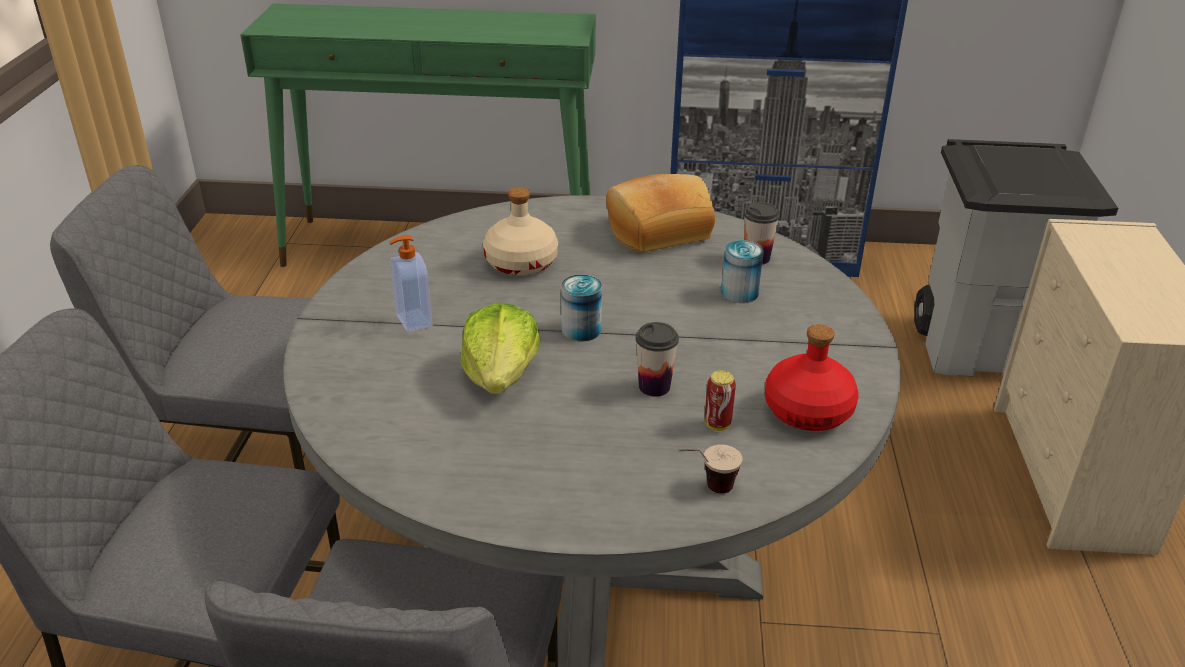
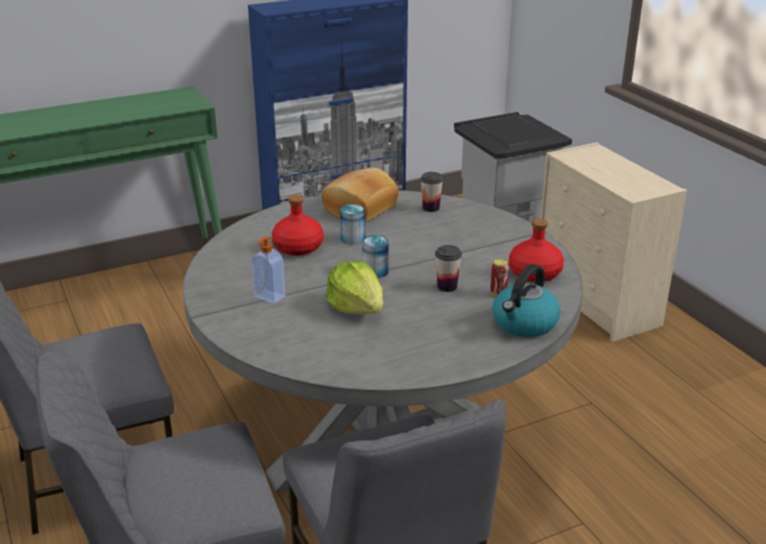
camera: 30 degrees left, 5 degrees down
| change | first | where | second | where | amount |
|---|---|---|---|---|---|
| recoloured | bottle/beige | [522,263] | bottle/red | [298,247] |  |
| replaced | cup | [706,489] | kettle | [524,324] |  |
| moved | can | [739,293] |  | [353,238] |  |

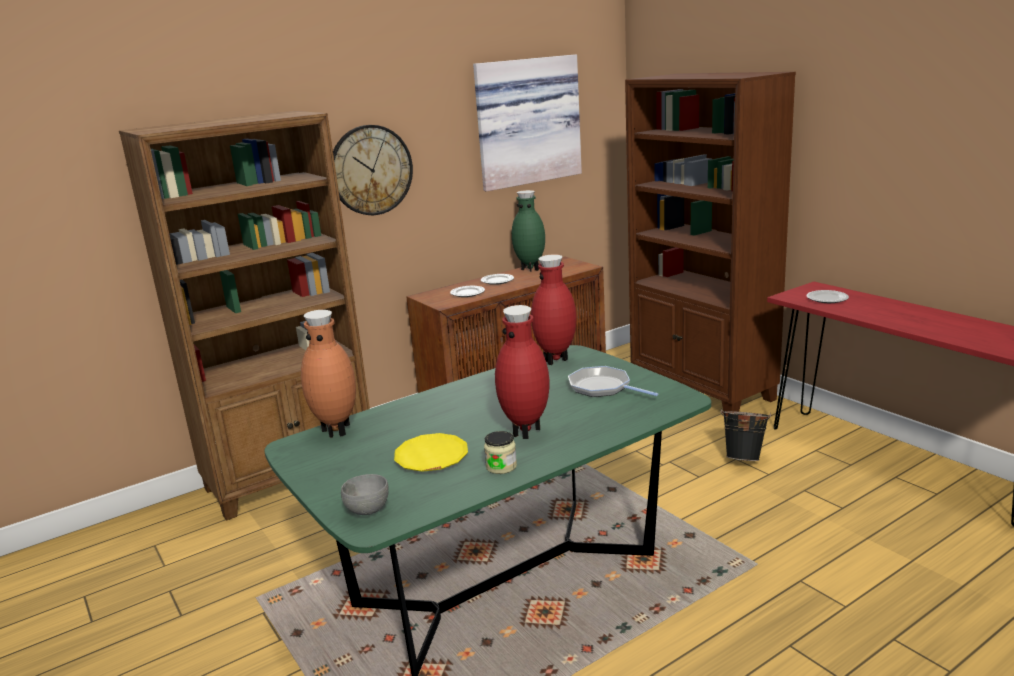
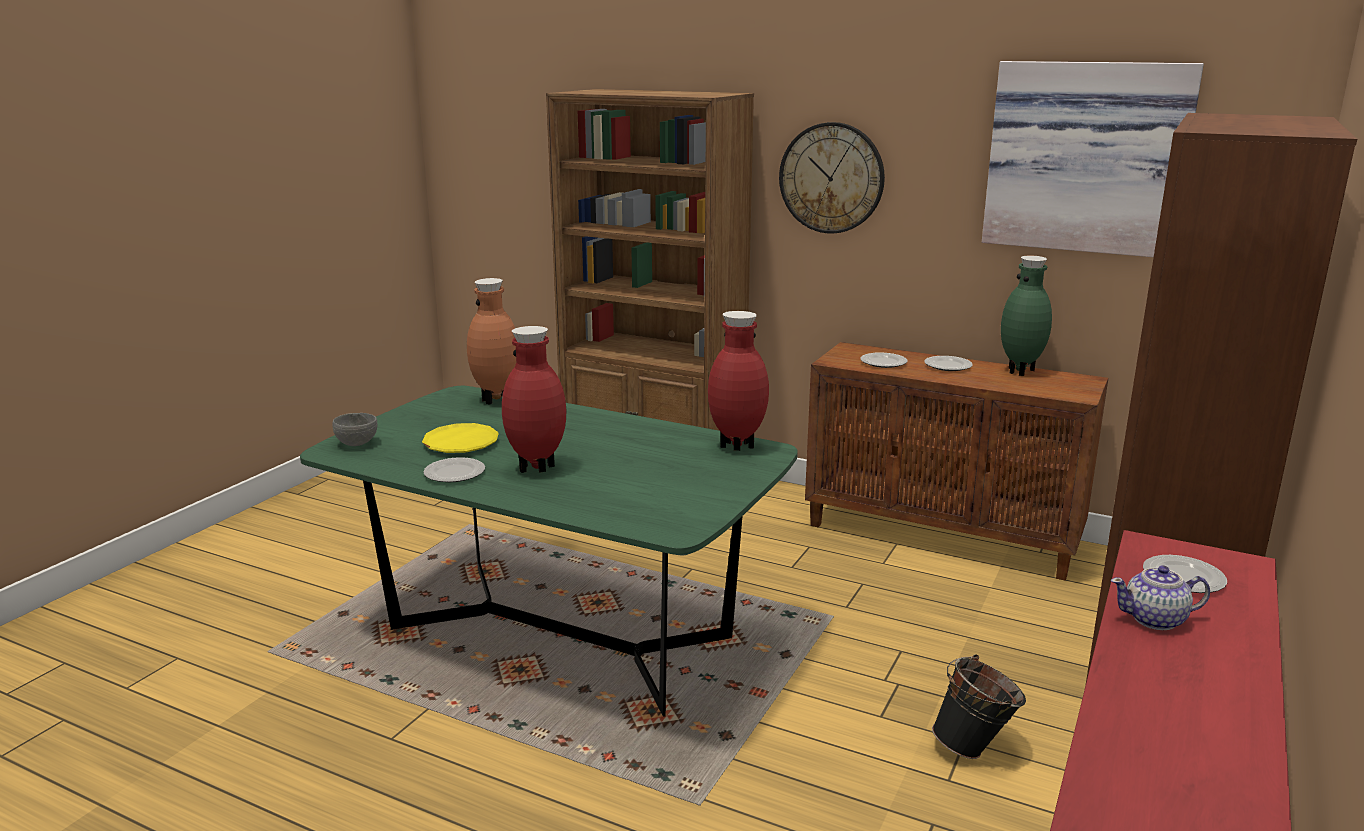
camera: 60 degrees right, 0 degrees up
| change | first | where | second | where | amount |
|---|---|---|---|---|---|
| replaced | jar | [501,466] | plate | [455,473] |  |
| removed | frying pan | [602,387] |  |  |  |
| added |  |  | teapot | [1155,619] |  |

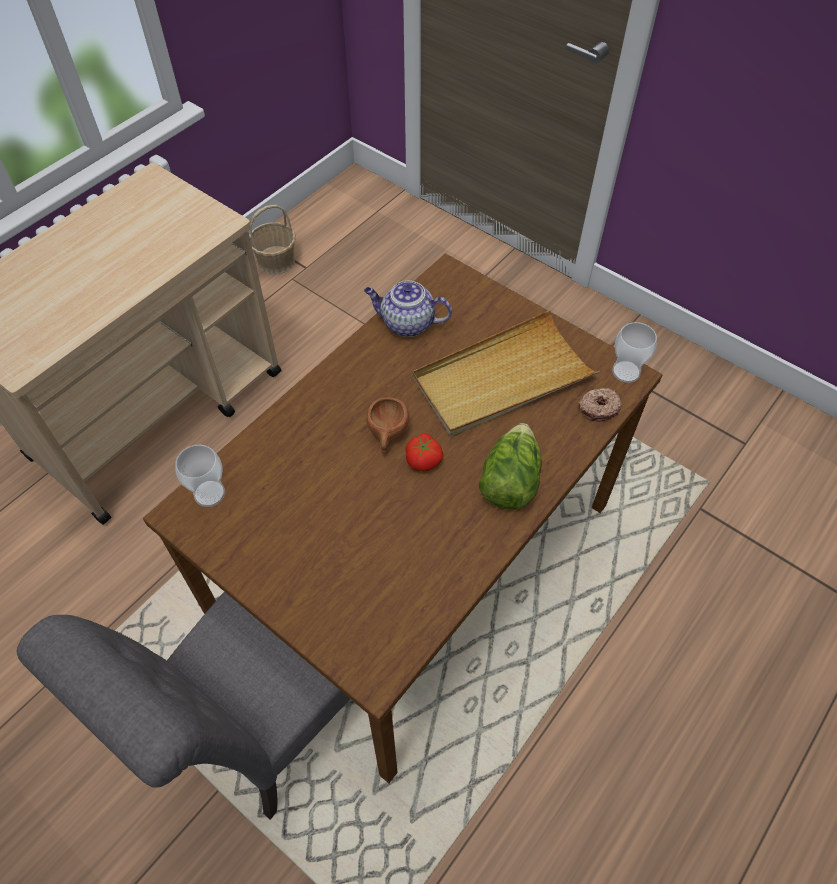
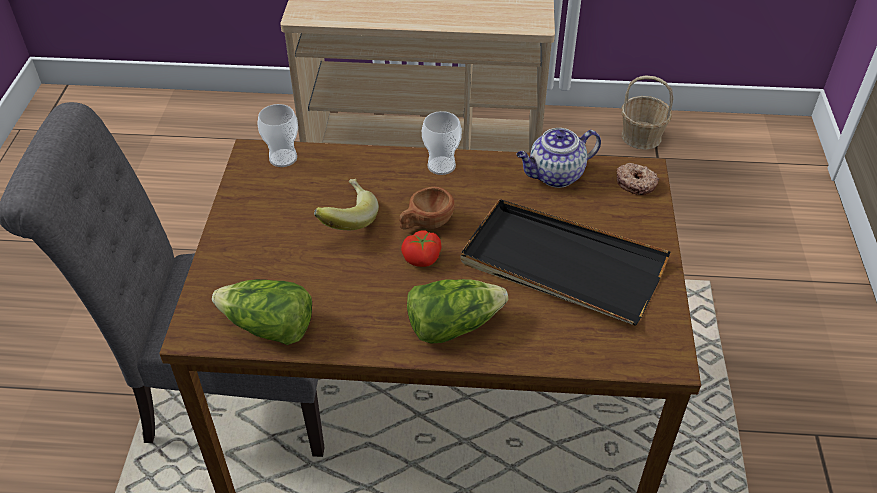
camera: 55 degrees right, 10 degrees down
| change | first | where | second | where | amount |
|---|---|---|---|---|---|
| turned | teapot | [407,324] |  | [555,176] | 90 degrees counterclockwise |
| recoloured | tray/beige | [502,378] | tray/black | [561,265] |  |
| moved | donut | [598,408] |  | [635,183] |  |
| moved | cup | [626,372] |  | [441,165] |  |
| added |  |  | lettuce | [269,327] |  |
| added |  |  | banana | [345,218] |  |

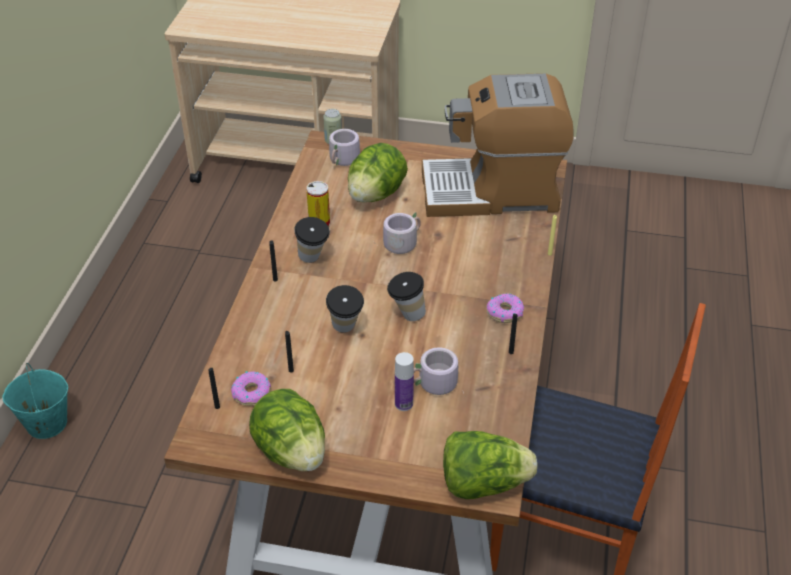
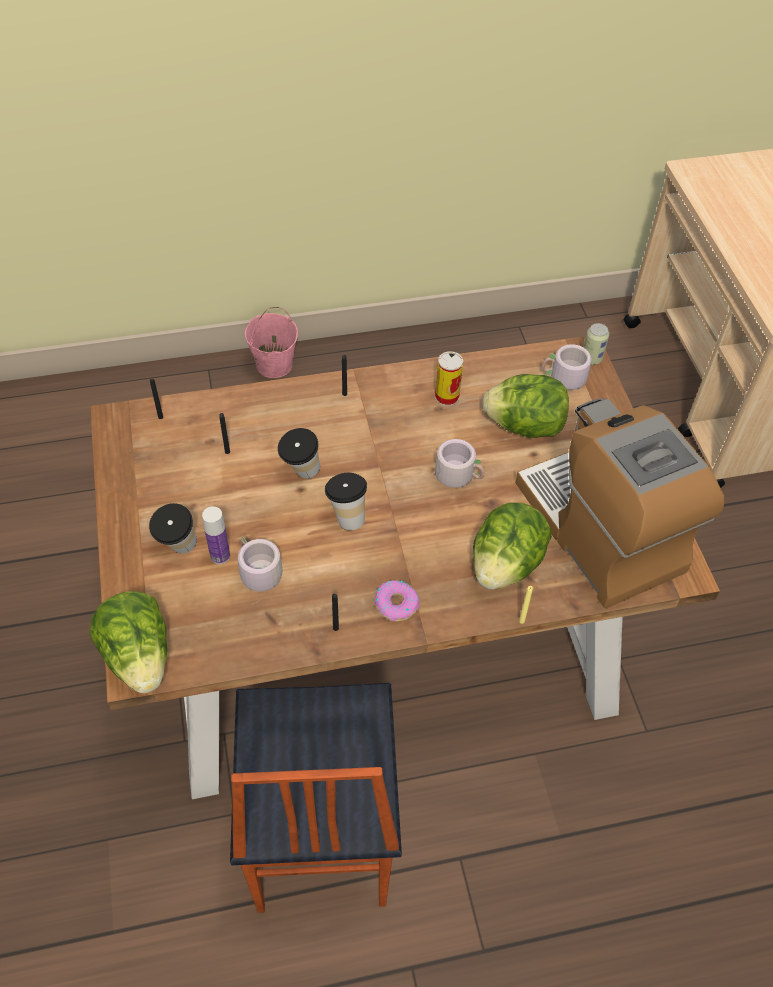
camera: 65 degrees right, 10 degrees up
| change | first | where | second | where | amount |
|---|---|---|---|---|---|
| recoloured | bucket/turquoise | [46,424] | bucket/pink | [273,364] |  |
| removed | donut | [252,393] |  |  |  |
| moved | lettuce | [291,451] |  | [506,564] |  |
| moved | cup | [313,260] |  | [178,550] |  |

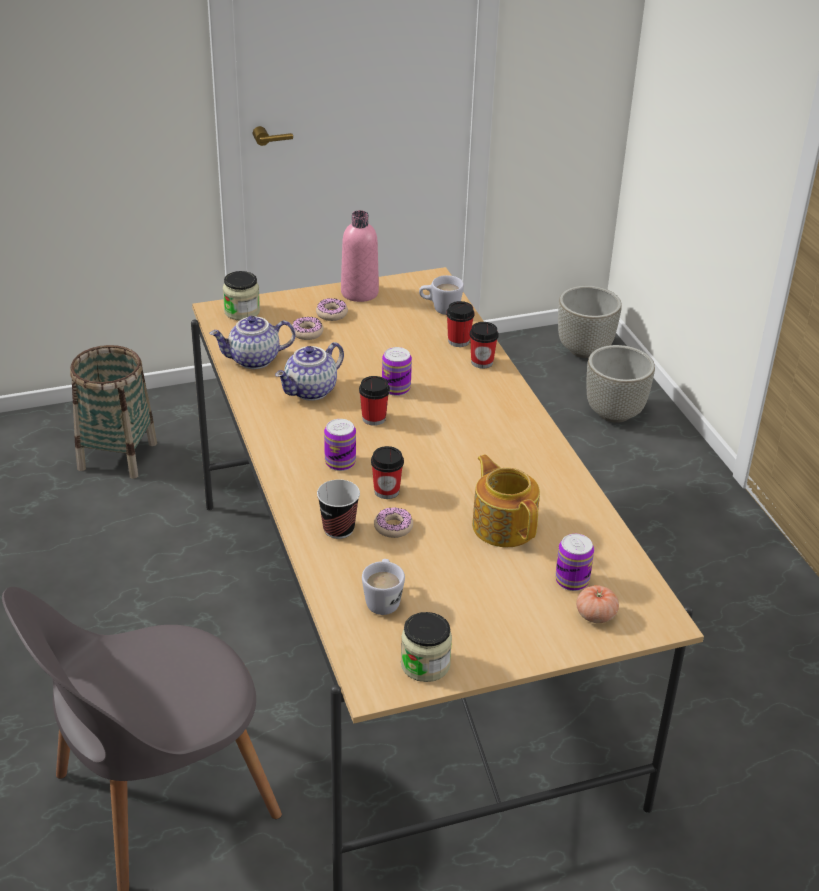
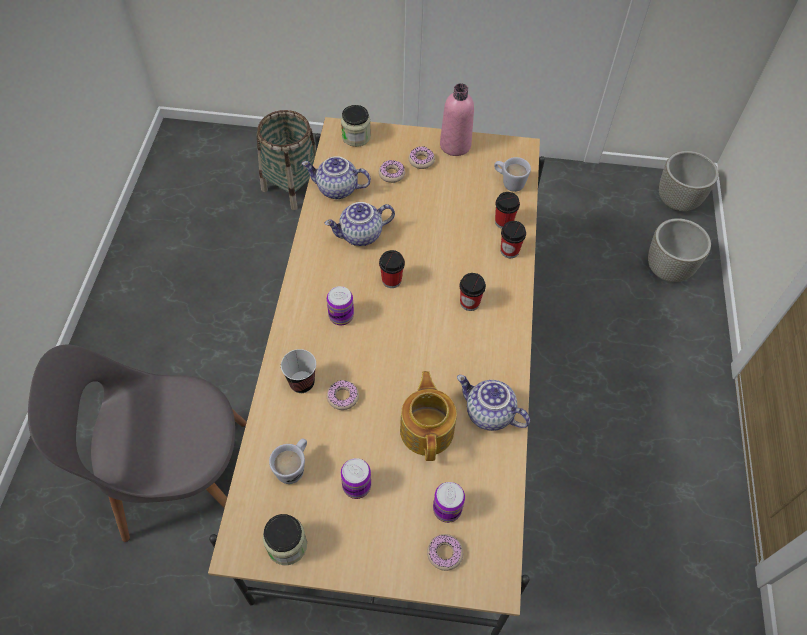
camera: 25 degrees right, 20 degrees up
| change | first | where | second | where | amount |
|---|---|---|---|---|---|
| moved | cup | [386,491] |  | [469,302] |  |
| moved | can | [396,388] |  | [356,486] |  |
| replaced | tomato | [595,615] | donut | [444,553] |  |
| added |  |  | teapot | [488,414] |  |

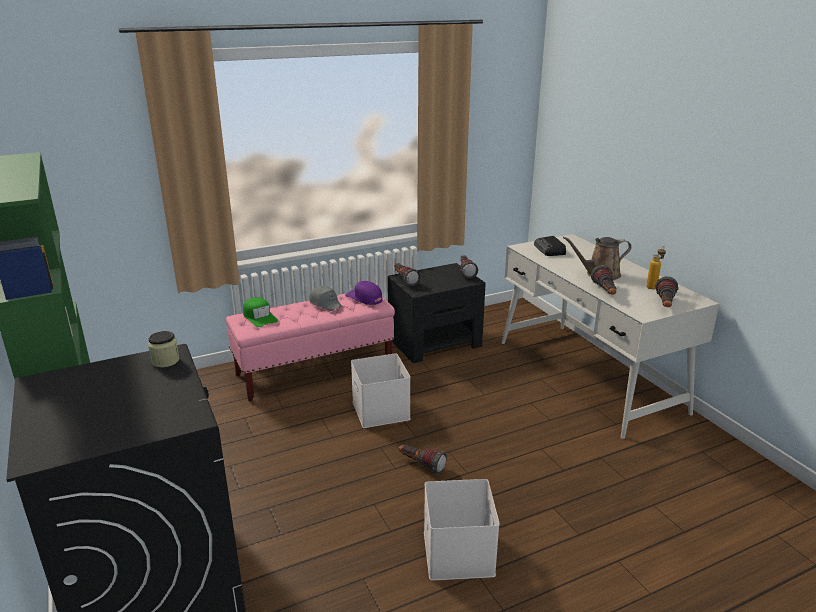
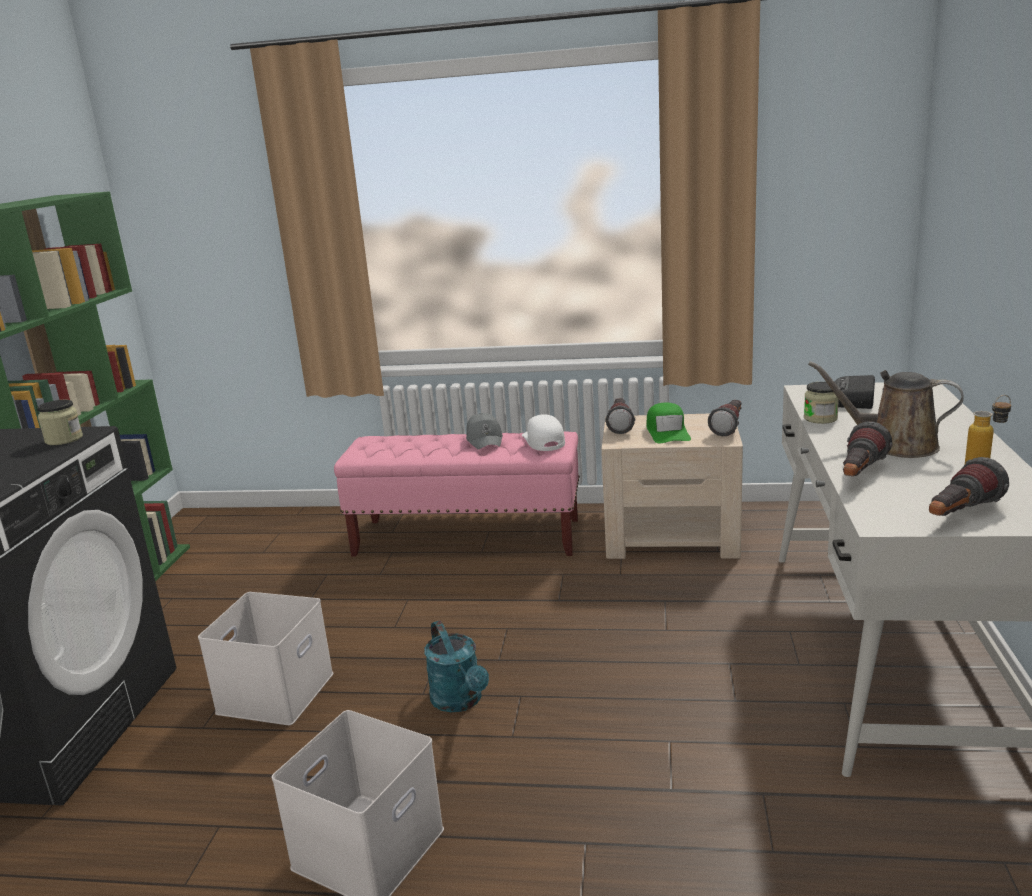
camera: 35 degrees right, 5 degrees down
| change | first | where | second | where | amount |
|---|---|---|---|---|---|
| moved | cap/green | [259,317] |  | [667,432] |  |
| recoloured | cap/purple | [364,298] | cap/white | [543,441] |  |
| moved | storage box/white | [379,410] |  | [275,691] |  |
| recoloured | nightstand/black | [435,342] | nightstand/beige | [672,536] |  |
| replaced | flashlight | [421,465] | watering can/turquoise | [460,701] |  |
| added |  |  | jar | [820,418] |  |

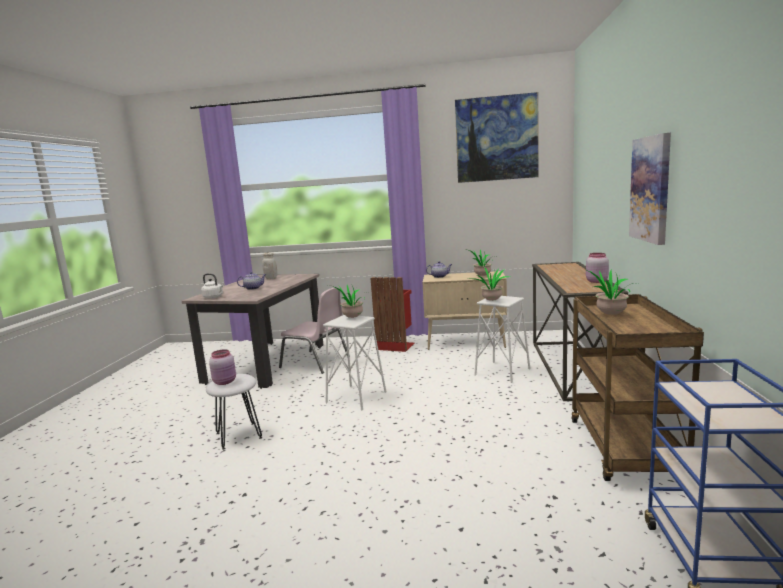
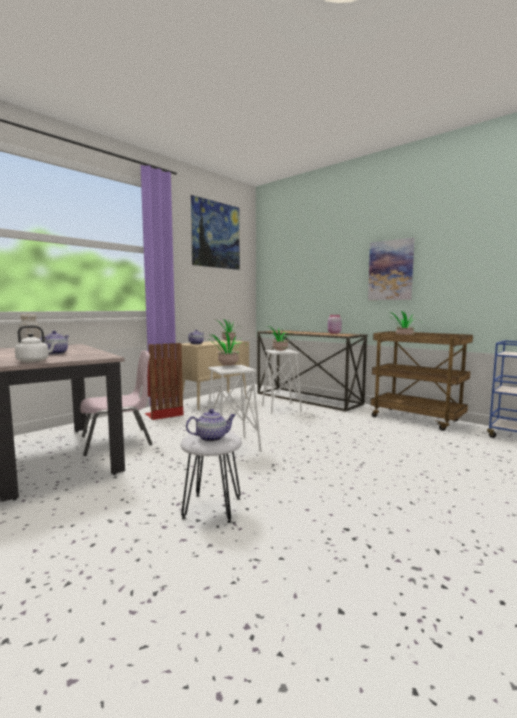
camera: 55 degrees left, 5 degrees down
| change | first | where | second | where | amount |
|---|---|---|---|---|---|
| replaced | jar/pink | [225,382] | teapot | [212,438] |  |

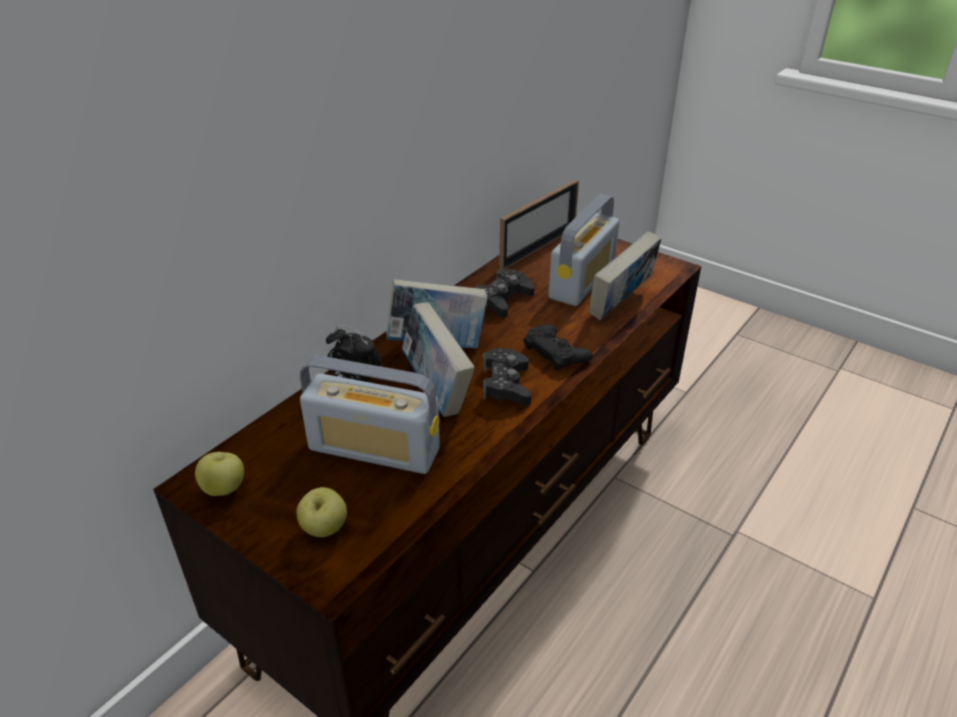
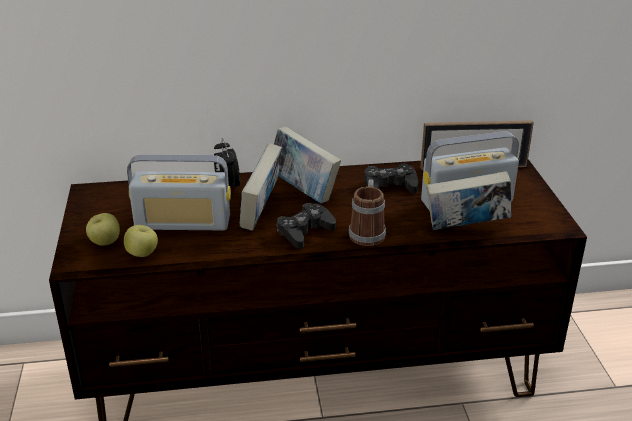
camera: 45 degrees right, 5 degrees down
| change | first | where | second | where | amount |
|---|---|---|---|---|---|
| moved | apple | [224,489] |  | [142,254] |  |
| turned | radio | [374,449] |  | [183,222] | 60 degrees counterclockwise |
| replaced | game controller/black | [556,352] | mug | [367,232] |  |

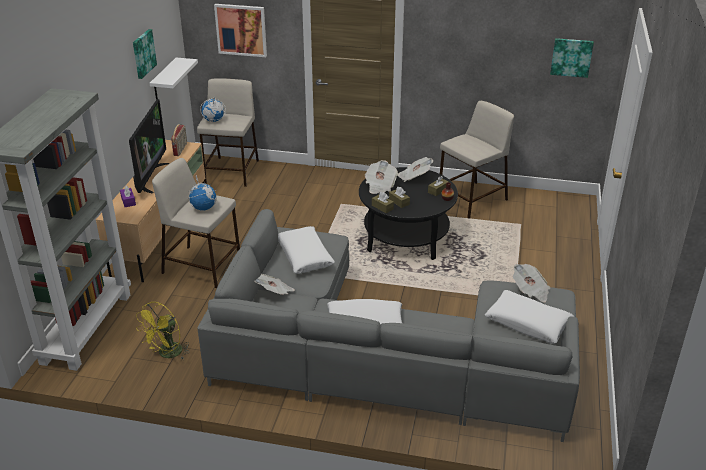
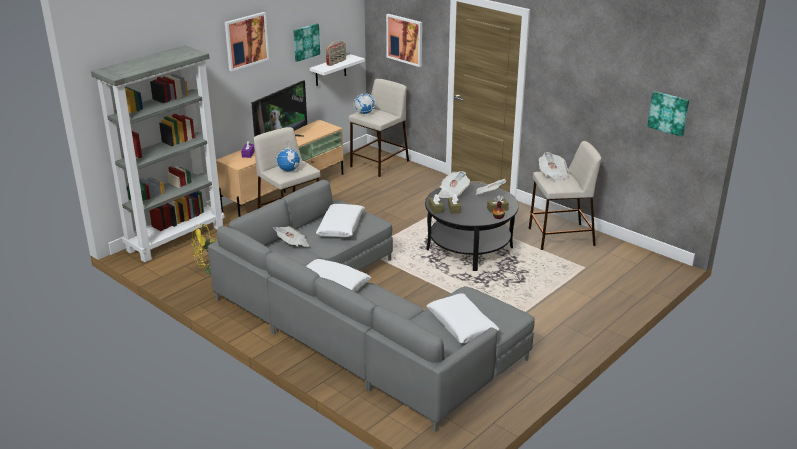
camera: 30 degrees right, 5 degrees down
| change | first | where | second | where | amount |
|---|---|---|---|---|---|
| moved | radio | [180,149] |  | [336,62] |  |
| moved | newspaper | [530,291] |  | [553,175] |  |
| added |  |  | picture | [246,41] |  |

